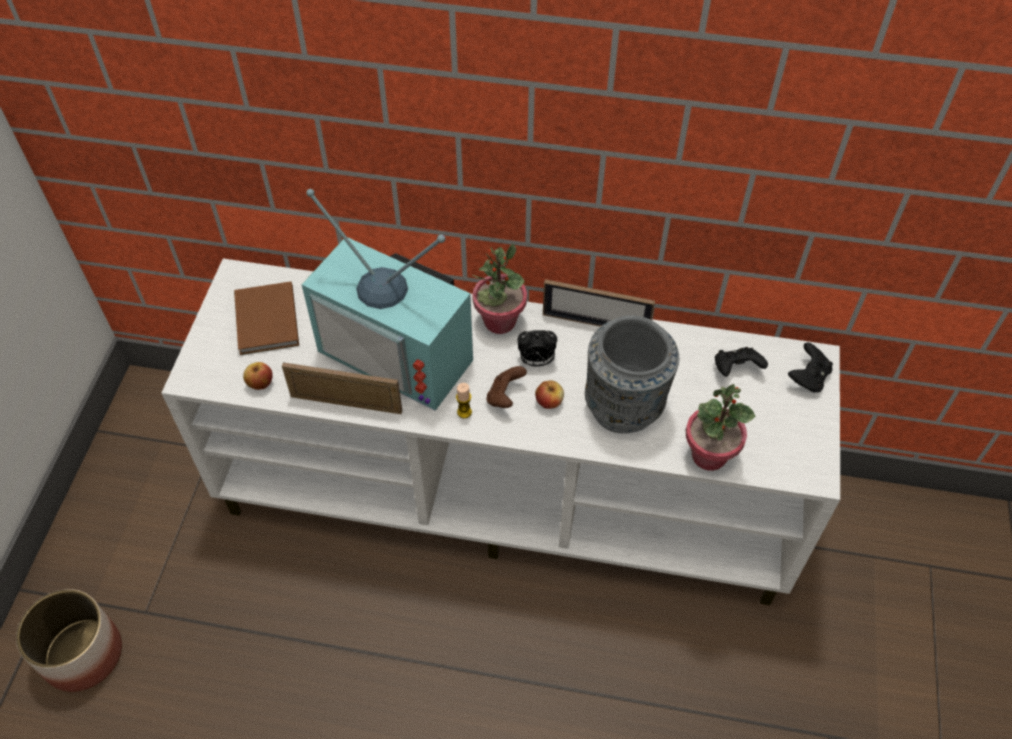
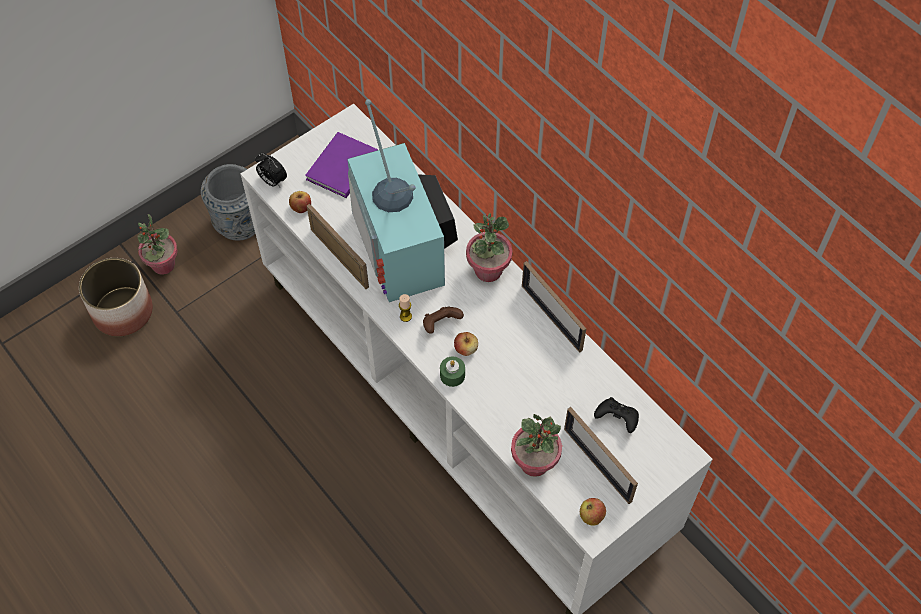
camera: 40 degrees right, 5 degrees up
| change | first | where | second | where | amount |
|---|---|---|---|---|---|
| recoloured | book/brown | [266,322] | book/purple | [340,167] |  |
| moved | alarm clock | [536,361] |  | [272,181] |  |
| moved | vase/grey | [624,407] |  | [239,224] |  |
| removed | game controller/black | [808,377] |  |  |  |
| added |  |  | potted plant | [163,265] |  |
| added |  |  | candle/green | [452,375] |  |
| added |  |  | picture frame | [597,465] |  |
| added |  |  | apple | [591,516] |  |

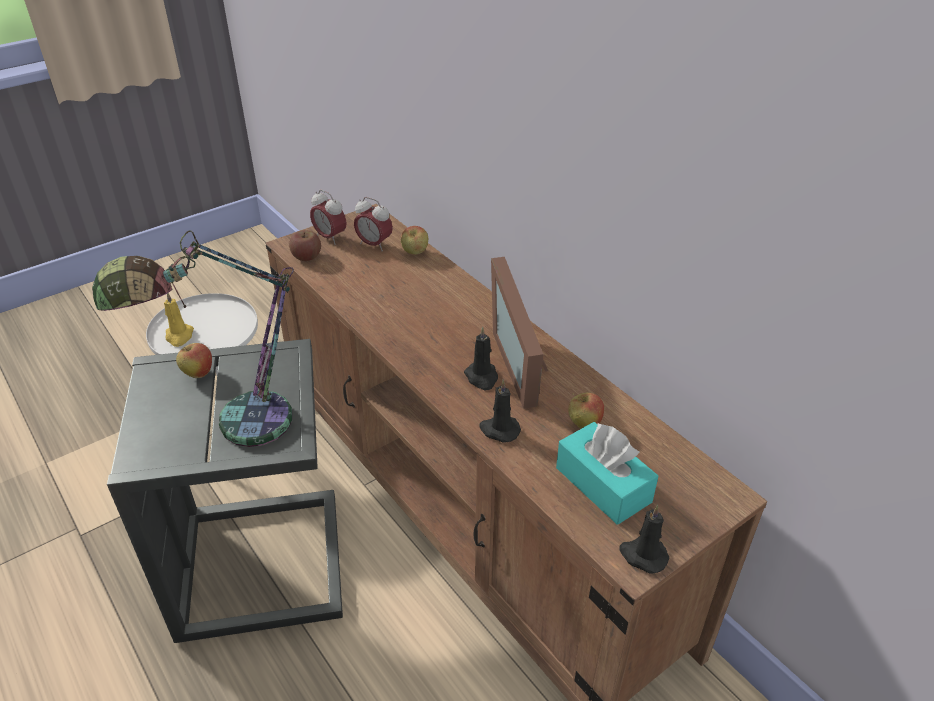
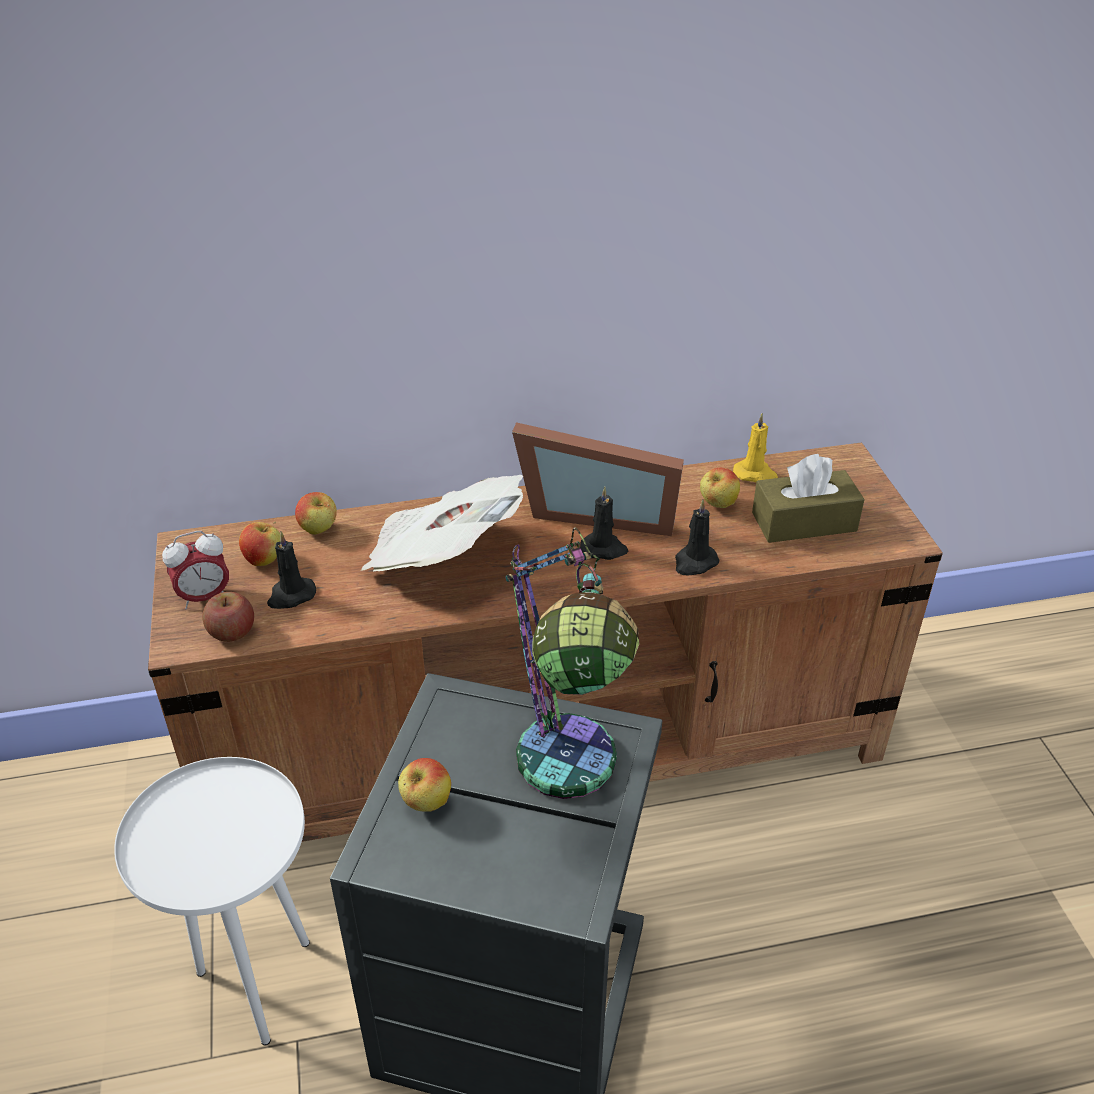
camera: 65 degrees left, 0 degrees up
| change | first | where | second | where | amount |
|---|---|---|---|---|---|
| moved | candle/yellow | [179,336] |  | [755,474] |  |
| replaced | alarm clock | [374,245] | apple | [264,560] |  |
| recoloured | tissue box/turquoise | [603,484] | tissue box/brown | [804,522] |  |
| moved | candle/black | [643,555] |  | [291,595] |  |
| added |  |  | newspaper | [443,557] |  |

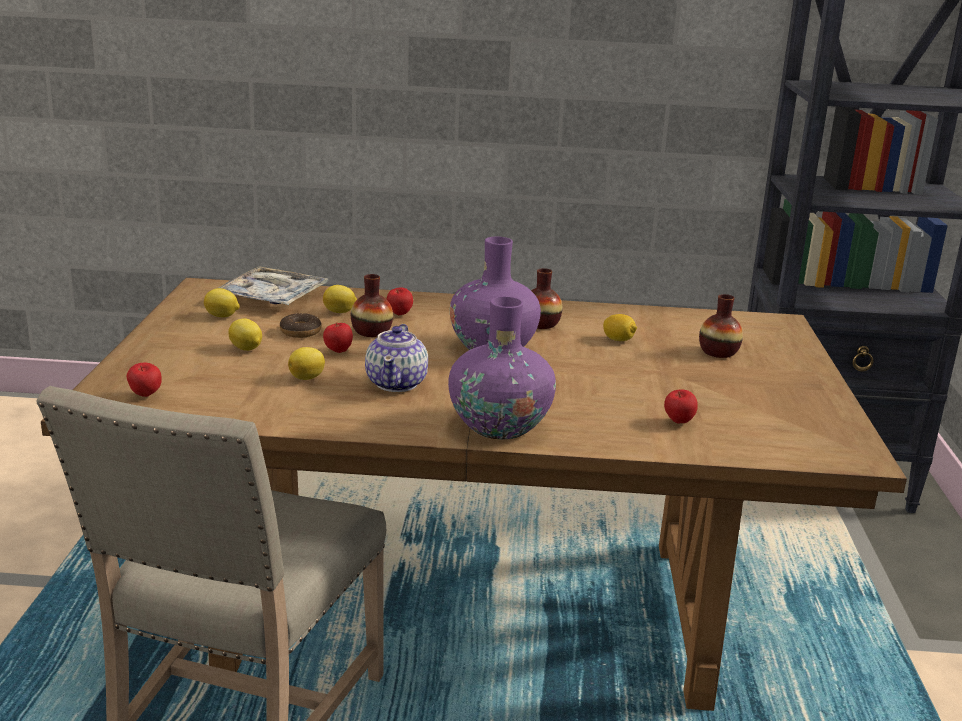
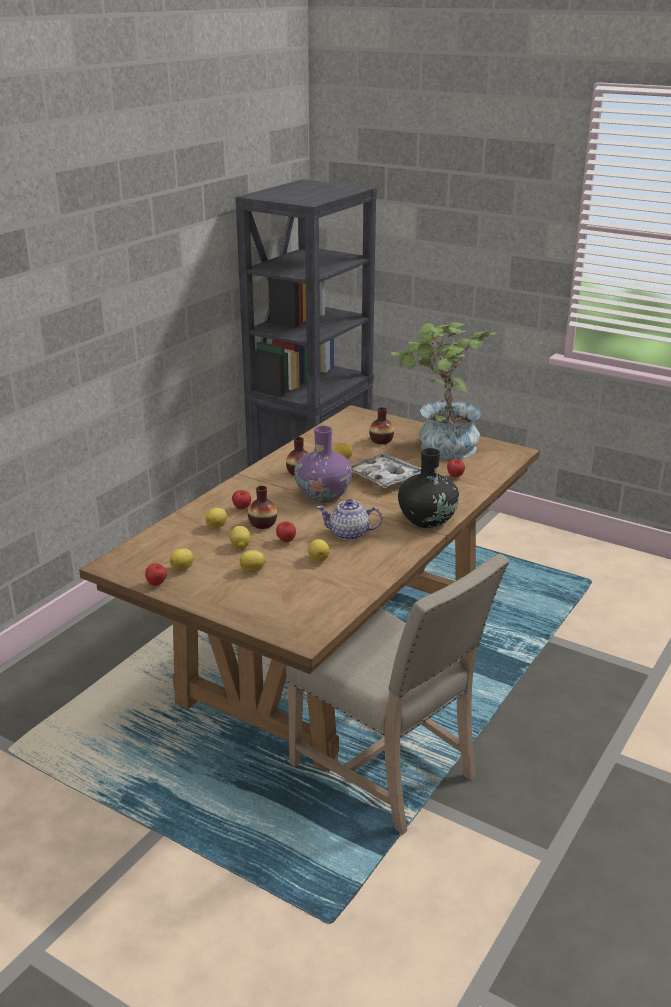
camera: 60 degrees left, 5 degrees up
| change | first | where | second | where | amount |
|---|---|---|---|---|---|
| moved | apple | [145,396] |  | [157,584] |  |
| moved | tray | [273,297] |  | [384,477] |  |
| replaced | donut | [300,332] | lemon | [240,546] |  |
| turned | teapot | [397,383] |  | [349,534] | 150 degrees clockwise |
| recoloured | vase/purple | [499,426] | vase/black | [427,520] |  |
| added |  |  | potted plant | [440,449] |  |

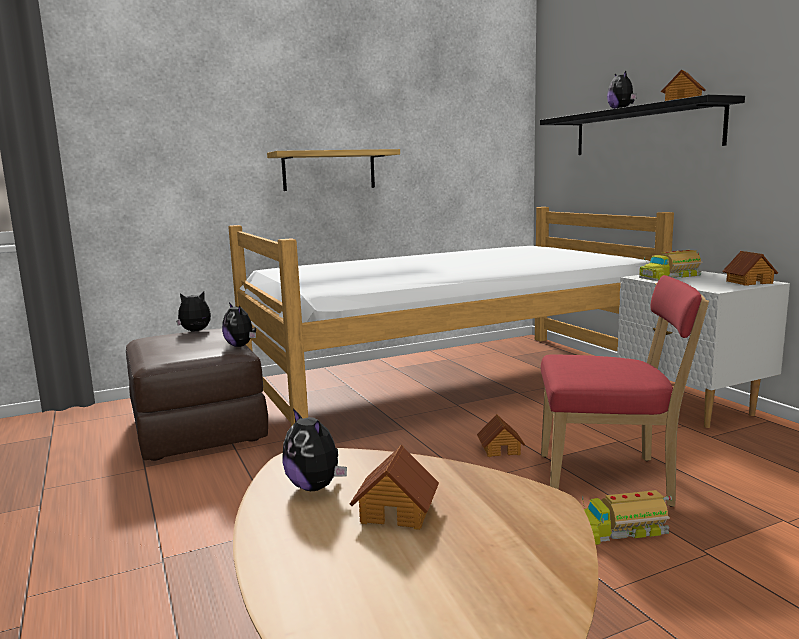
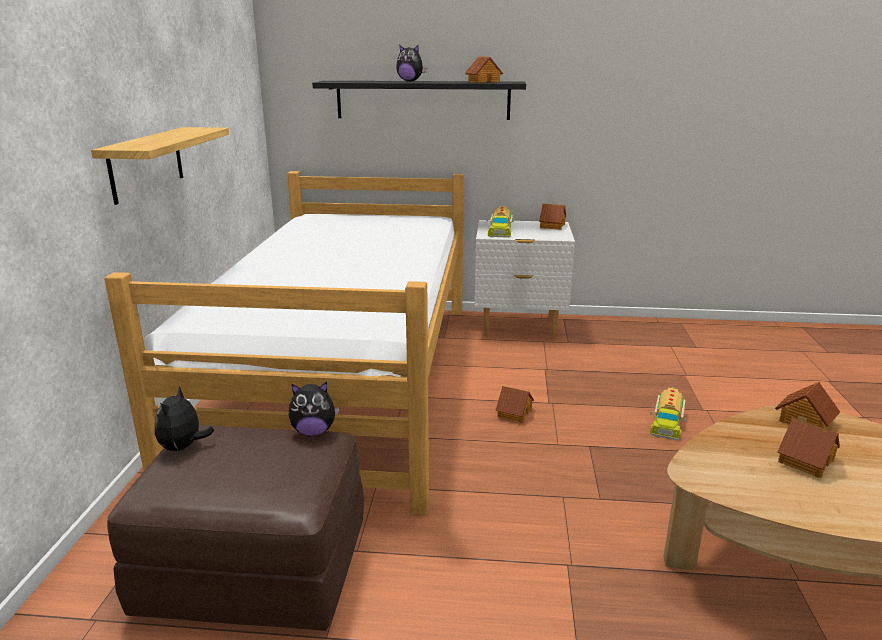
camera: 60 degrees left, 10 degrees up
| change | first | where | second | where | amount |
|---|---|---|---|---|---|
| removed | plush toy | [315,487] |  |  |  |
| removed | chair/red | [610,480] |  |  |  |
| added |  |  | toy house | [805,421] |  |

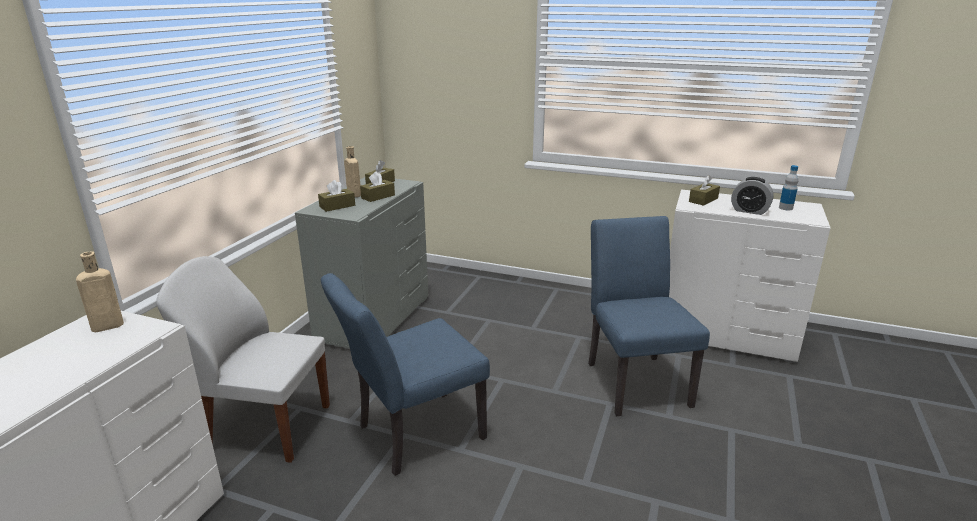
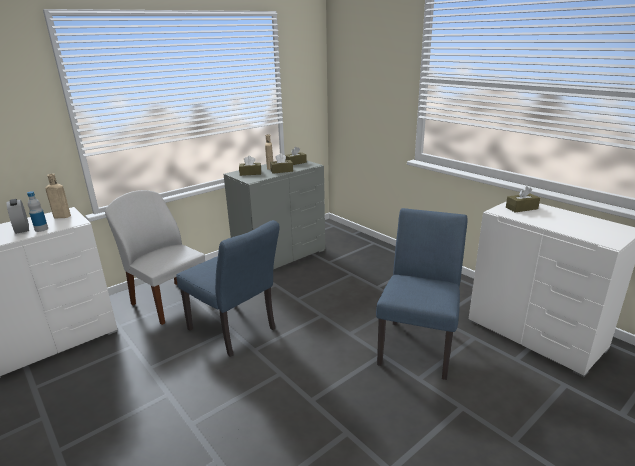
camera: 30 degrees right, 0 degrees up
| change | first | where | second | where | amount |
|---|---|---|---|---|---|
| turned | chair/blue | [412,435] |  | [236,331] | 135 degrees counterclockwise |
| moved | alarm clock | [749,211] |  | [22,229] |  |
| moved | bottle | [785,208] |  | [41,229] |  |

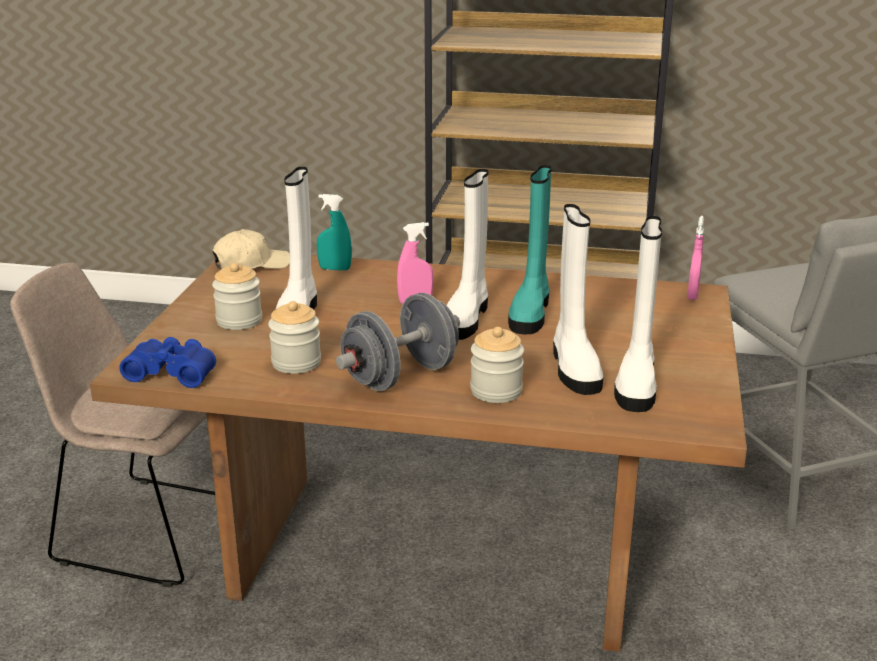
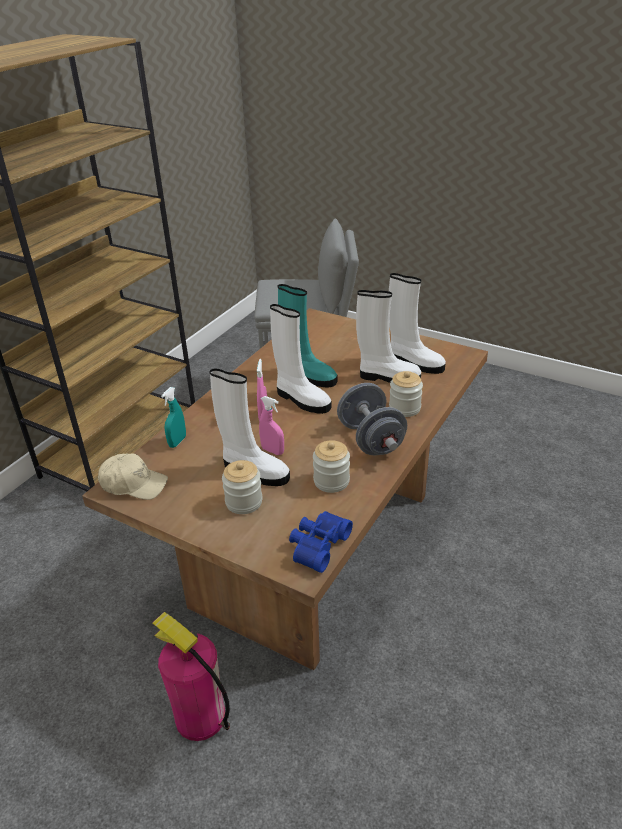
camera: 70 degrees left, 10 degrees up
| change | first | where | second | where | amount |
|---|---|---|---|---|---|
| replaced | chair/beige | [147,529] | fire extinguisher | [200,717] |  |
| turned | cap/beige | [251,264] |  | [133,484] | 105 degrees clockwise |
| moved | spray bottle/pink | [692,295] |  | [272,451] |  |

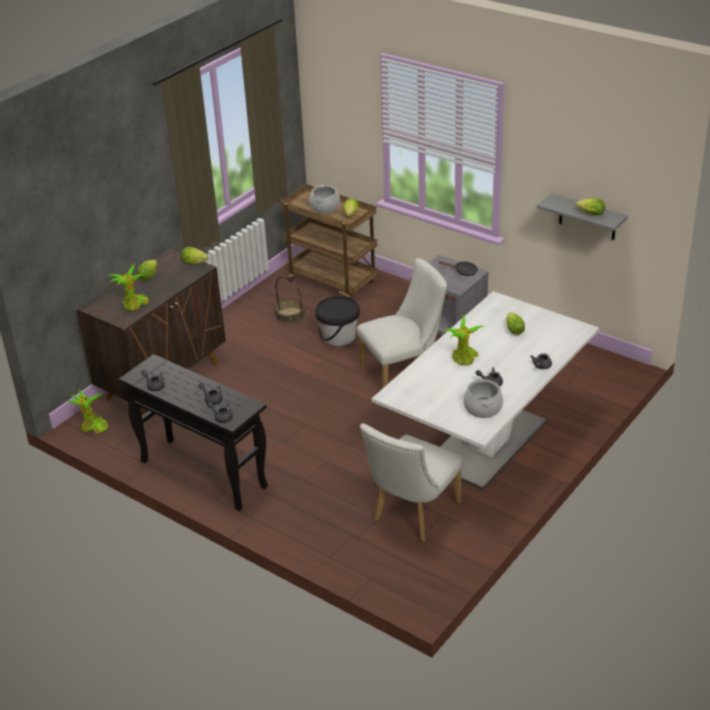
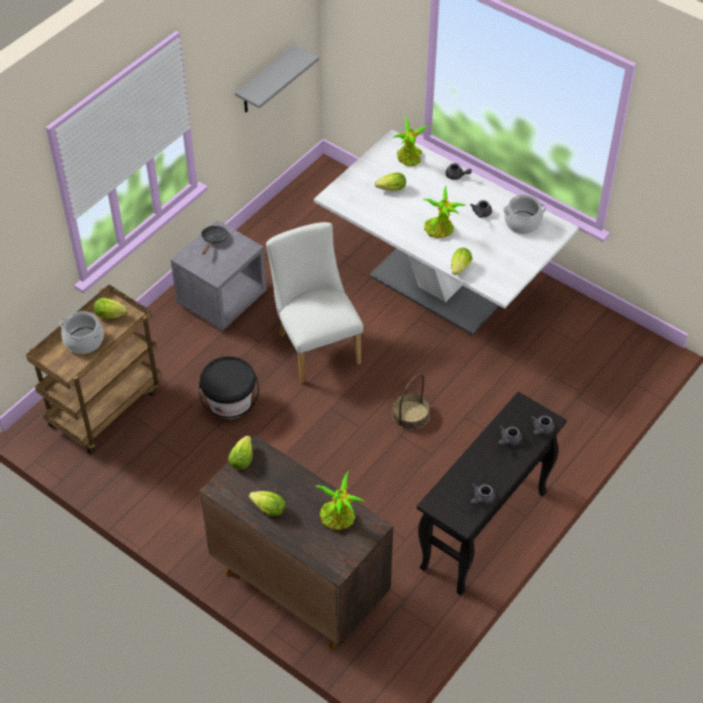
camera: 90 degrees left, 15 degrees up
| change | first | where | second | where | amount |
|---|---|---|---|---|---|
| moved | potted plant | [92,427] |  | [409,159] |  |
| moved | basket | [290,315] |  | [410,415] |  |
| removed | chair/white | [412,515] |  |  |  |
| moved | lettuce | [589,213] |  | [459,269] |  |

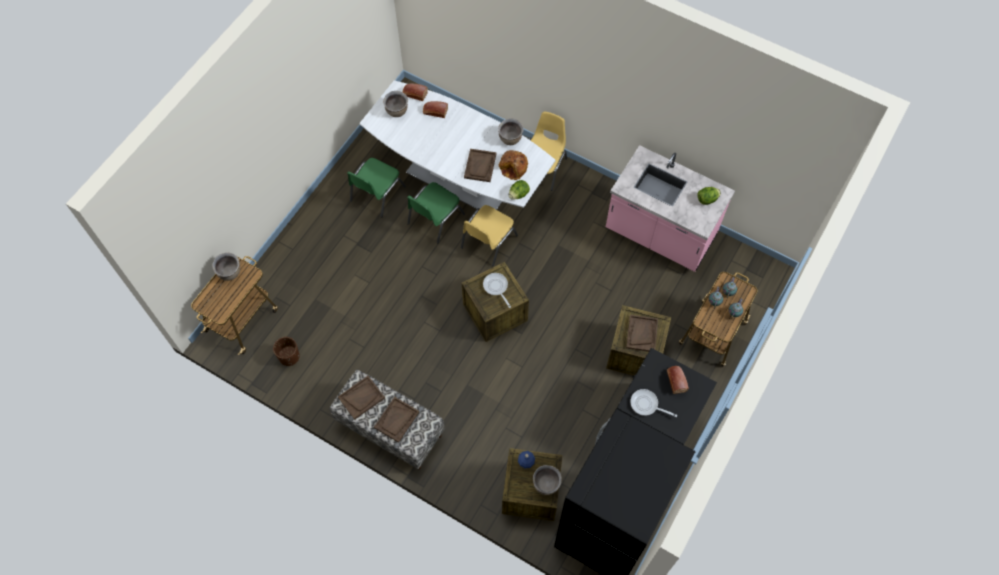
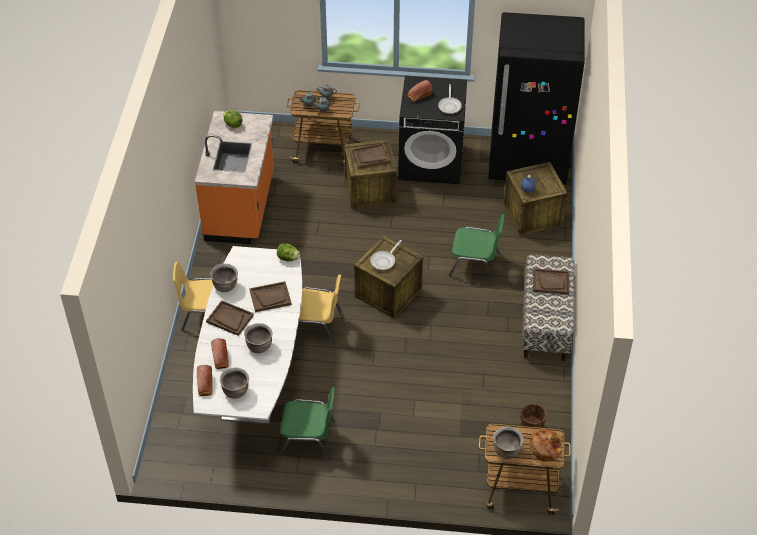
camera: 115 degrees left, 15 degrees down
| change | first | where | second | where | amount |
|---|---|---|---|---|---|
| moved | tray/brown | [361,397] |  | [229,319] |  |
| moved | chair/green | [434,219] |  | [475,263] |  |
| moved | bread | [514,167] |  | [545,448] |  |
| moved | cooking pot/brown | [546,484] |  | [259,346] |  |
| recoloured | counter/pink | [659,234] | counter/orange | [241,207] |  |

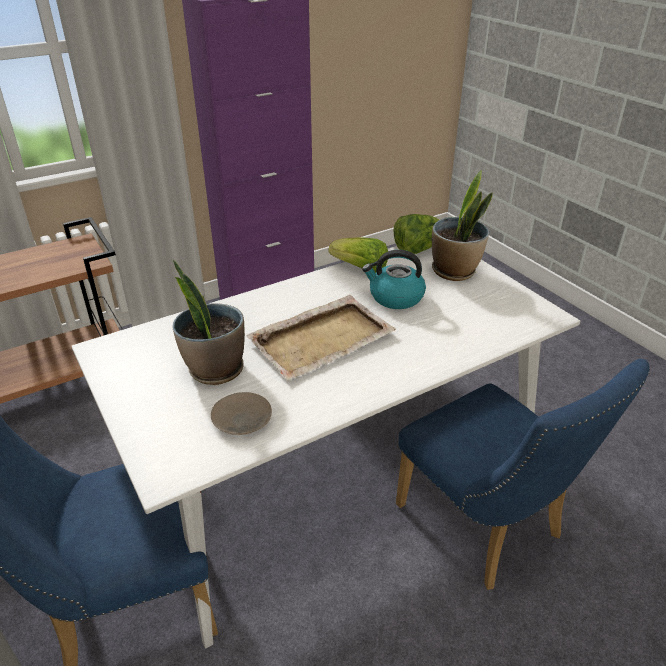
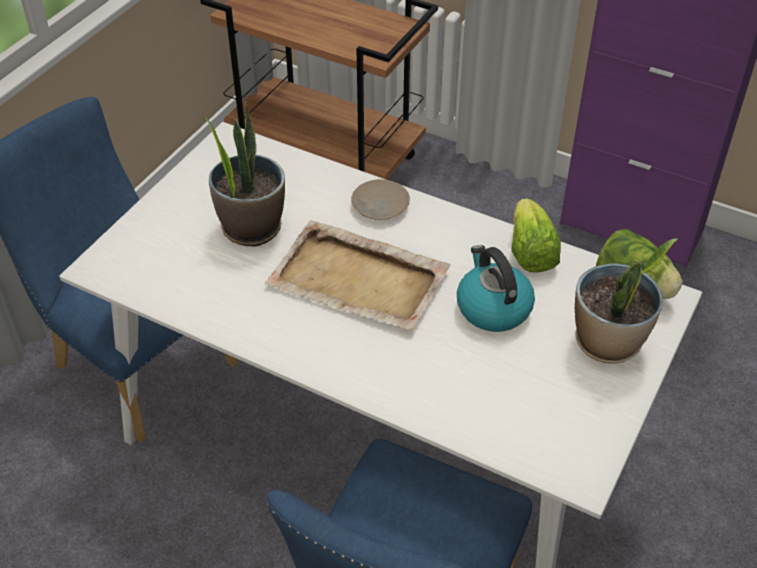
camera: 60 degrees right, 10 degrees up
| change | first | where | second | where | amount |
|---|---|---|---|---|---|
| moved | plate/beige | [242,420] |  | [380,206] |  |

